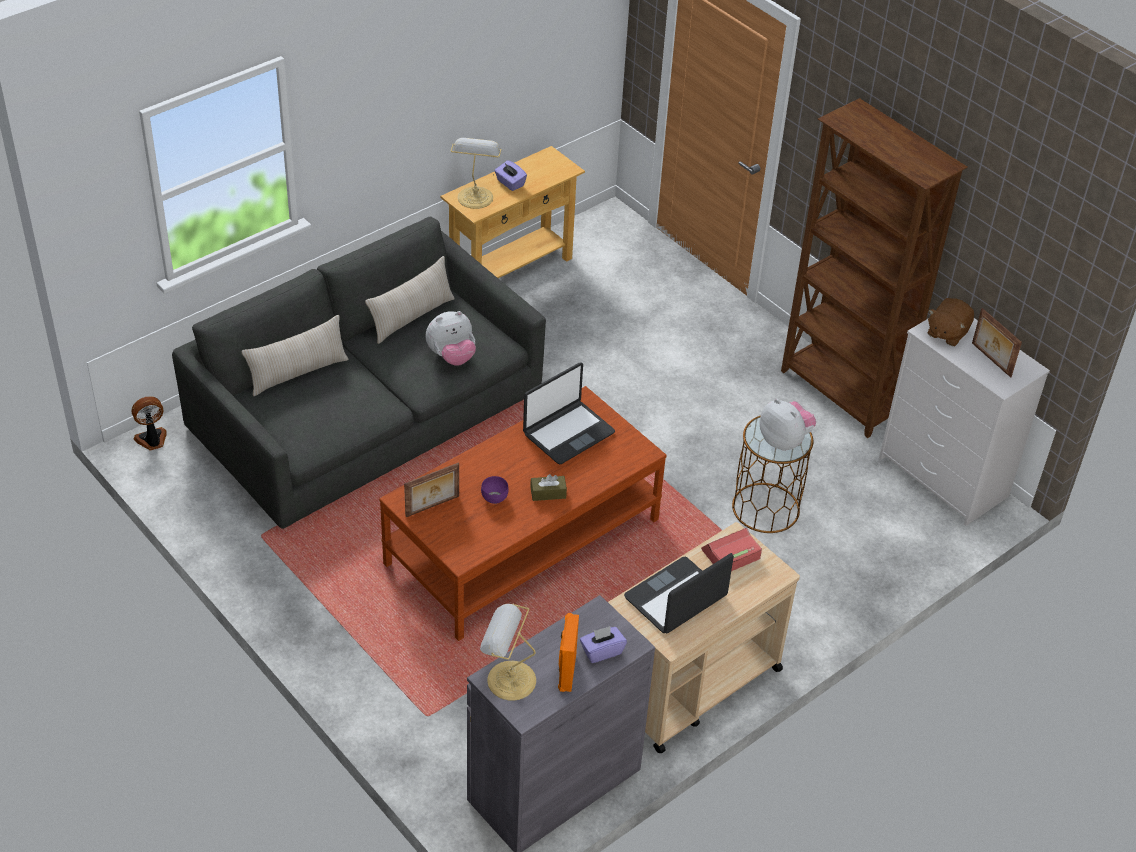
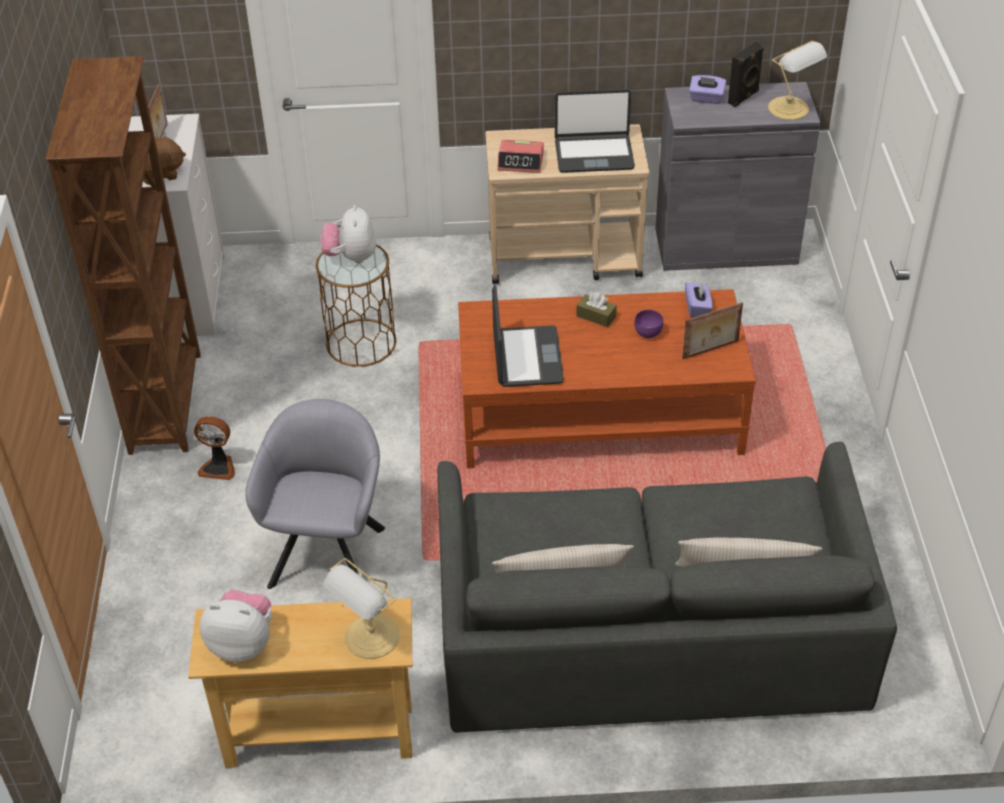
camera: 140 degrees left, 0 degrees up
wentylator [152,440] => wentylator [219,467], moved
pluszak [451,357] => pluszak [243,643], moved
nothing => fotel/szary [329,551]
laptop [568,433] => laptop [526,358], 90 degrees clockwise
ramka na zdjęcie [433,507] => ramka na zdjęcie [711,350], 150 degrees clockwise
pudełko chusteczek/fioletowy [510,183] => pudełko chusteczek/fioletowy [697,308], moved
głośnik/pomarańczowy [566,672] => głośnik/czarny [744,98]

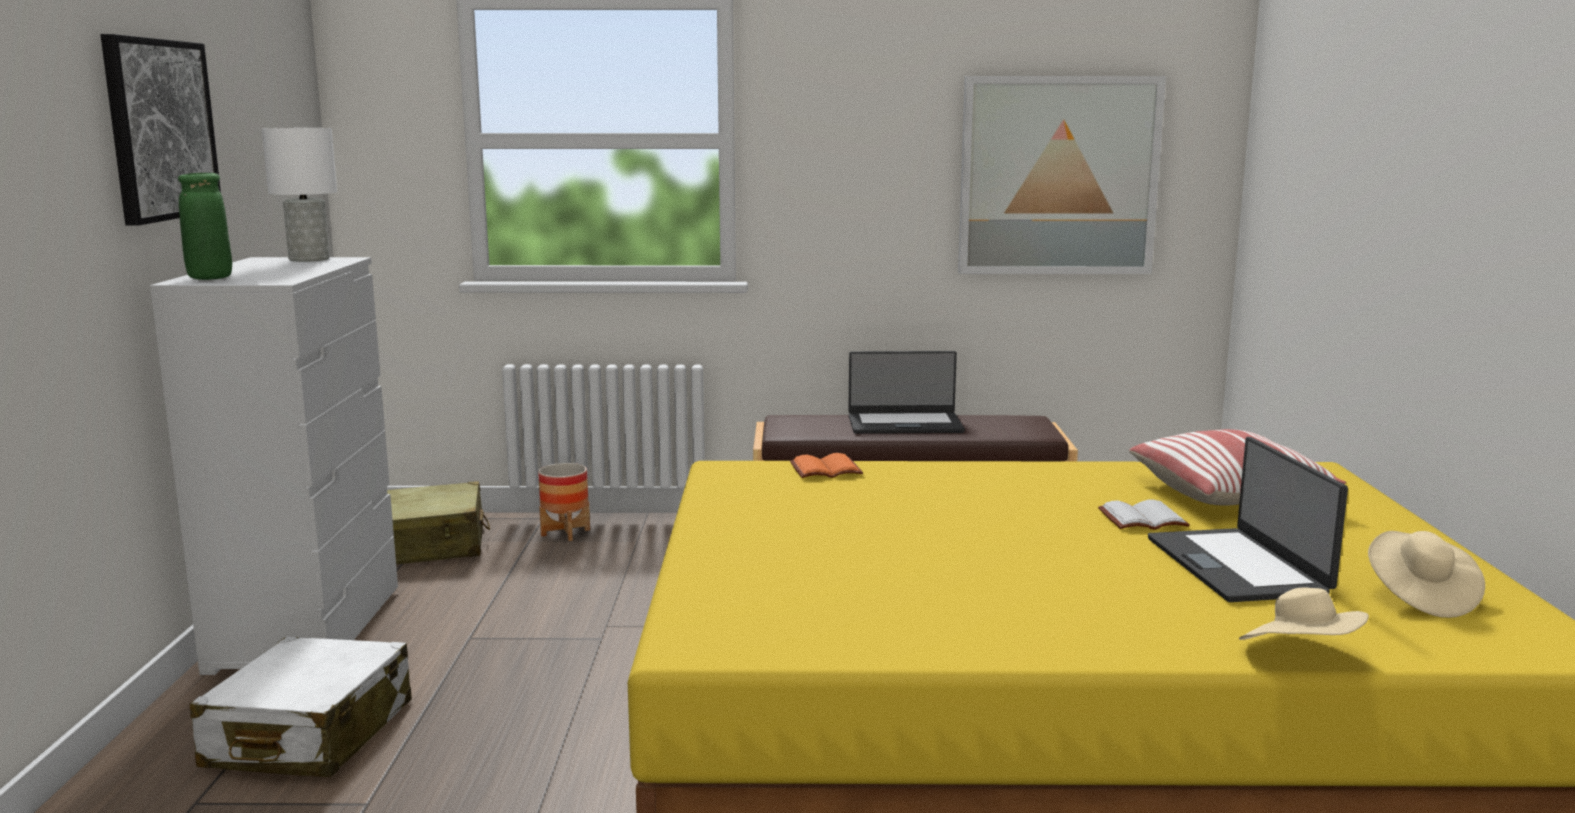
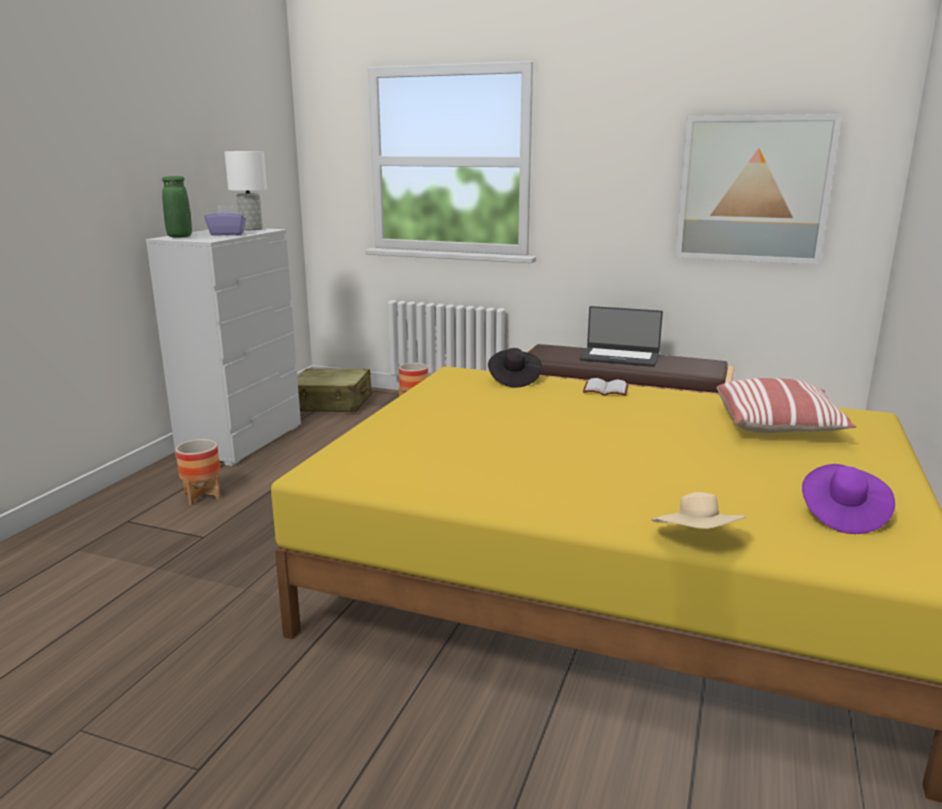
camera: 20 degrees right, 5 degrees up
walizka/biały [309,735] => donica [202,496]
nothing => pudełko chusteczek/fioletowy [227,234]
książka/pomarańczowy [825,470] => kapelusz/czarny [513,380]
książka/biały [1143,518] => książka/biały [606,389], moved
kapelusz/beżowy [1419,597] => kapelusz/fioletowy [842,516]
obraz [160,129] => nothing
laptop [1238,566] => nothing

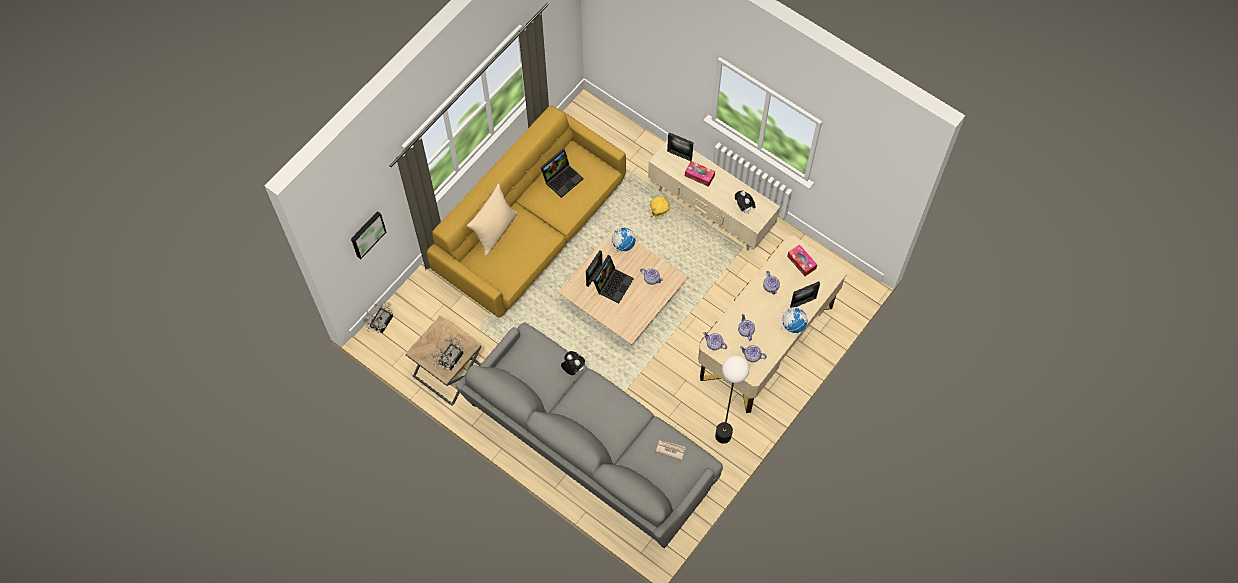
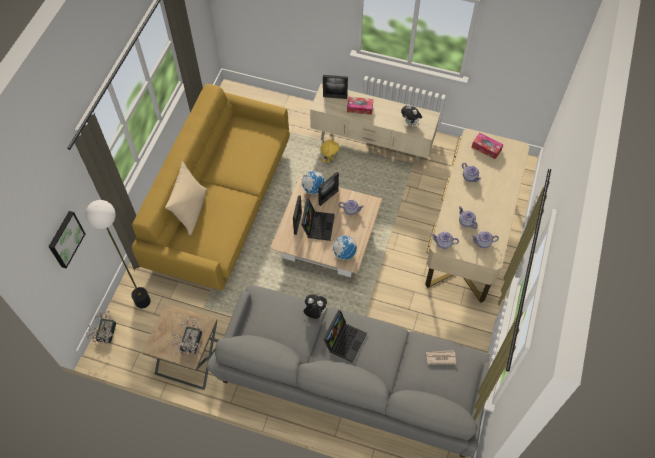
camera: 20 degrees left, 5 degrees down
lampa stojąca [723,435] => lampa stojąca [142,301], moved
ramka na zdjęcie [803,302] => ramka na zdjęcie [328,197], moved
laptop [562,178] => laptop [344,340], moved
globus [793,325] => globus [344,253], moved

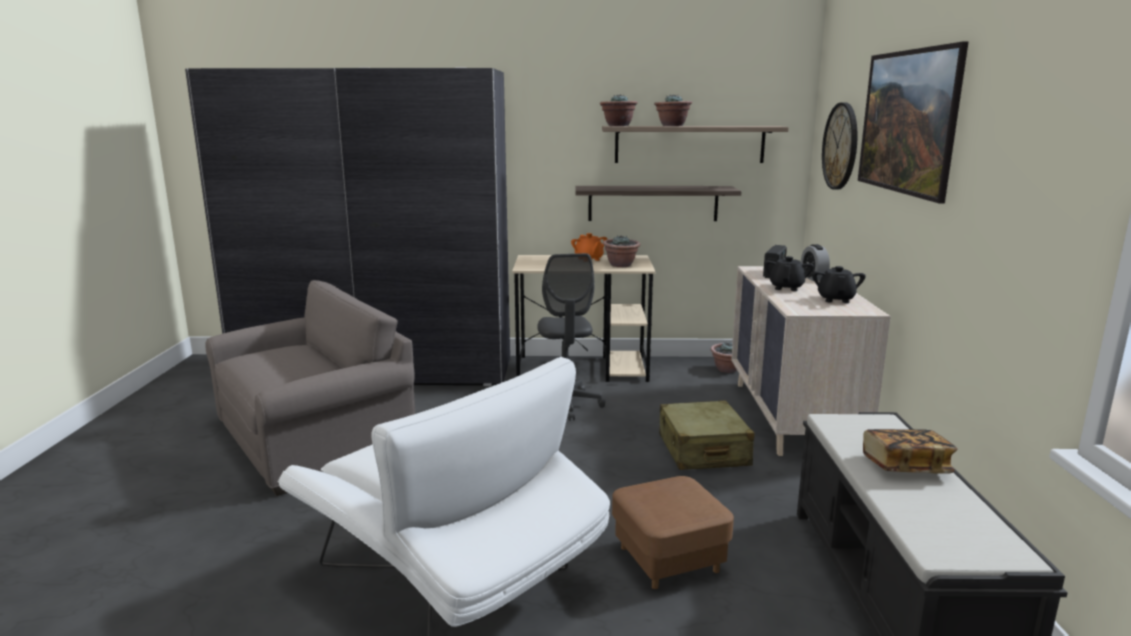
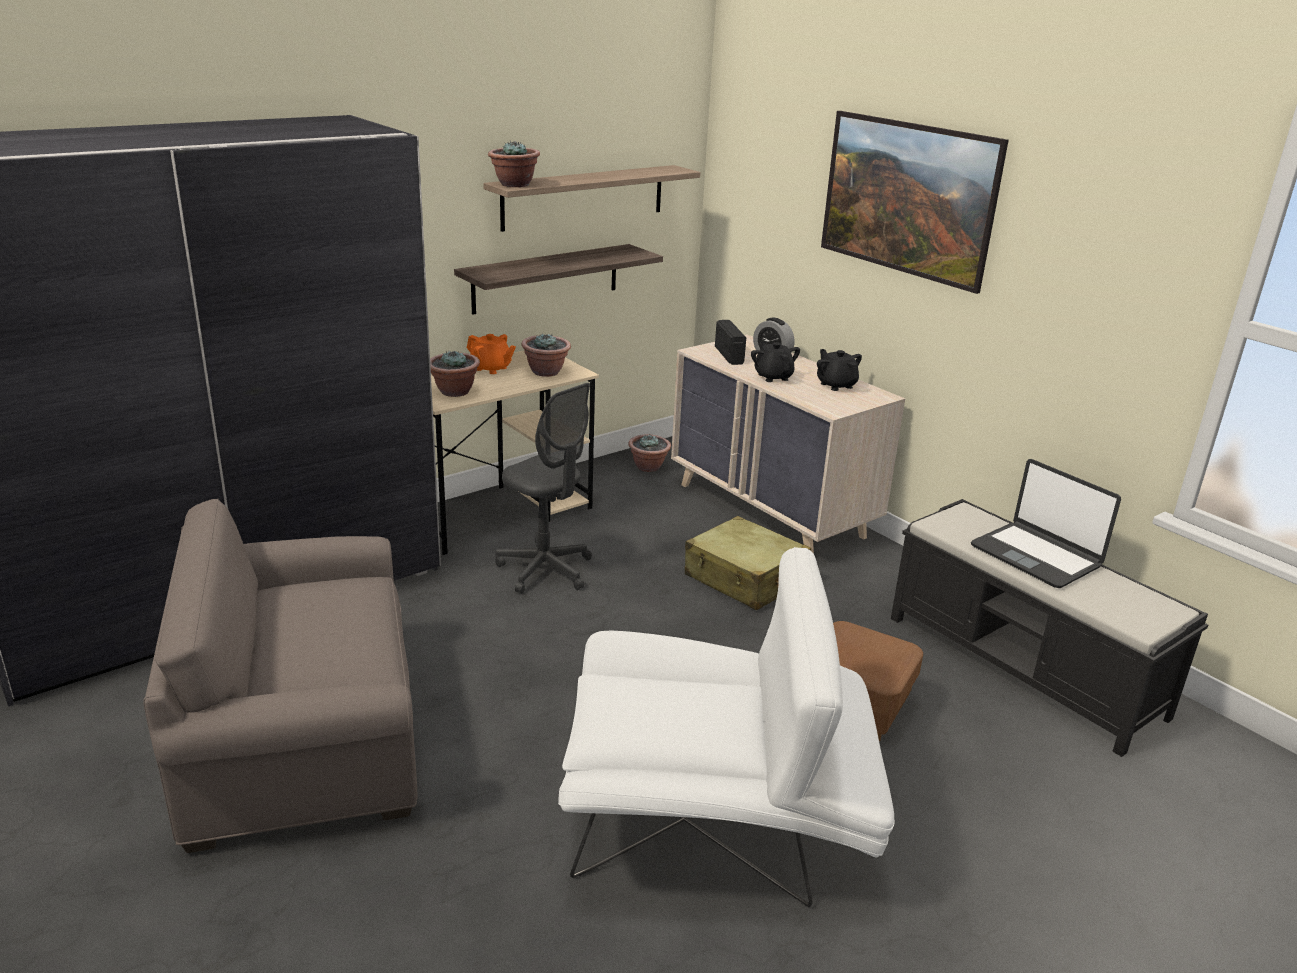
camera: 40 degrees left, 10 degrees up
fotel/szary [313,439] => fotel/szary [303,736], 120 degrees counterclockwise
roślina doniczkowa [672,126] => roślina doniczkowa [454,392], moved
książka [905,467] => laptop [1036,556]
zegar ścienny [841,146] => nothing

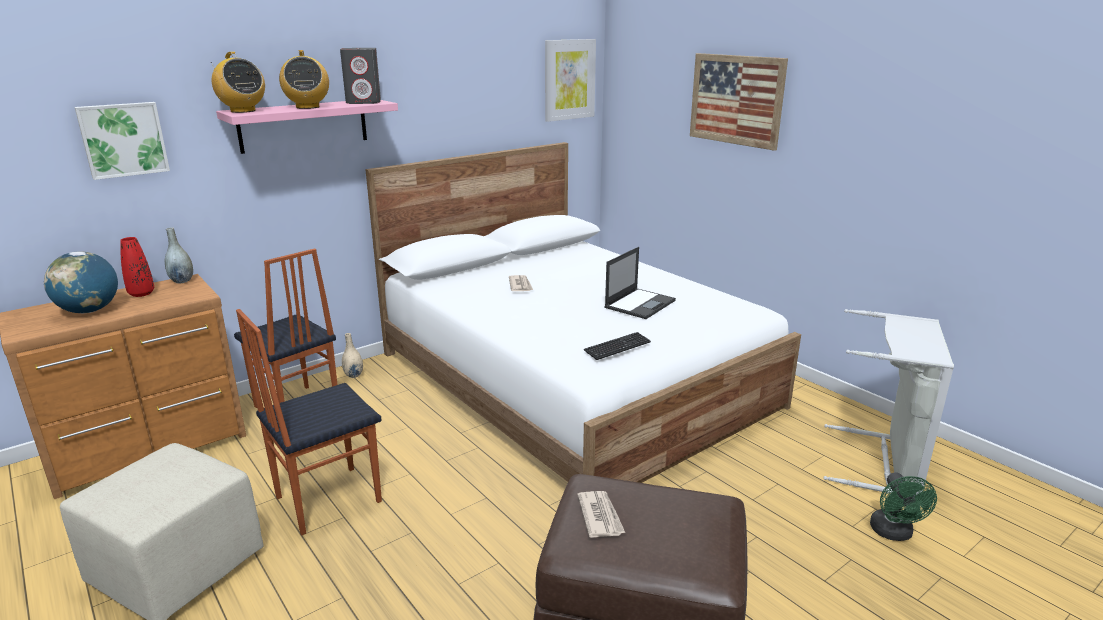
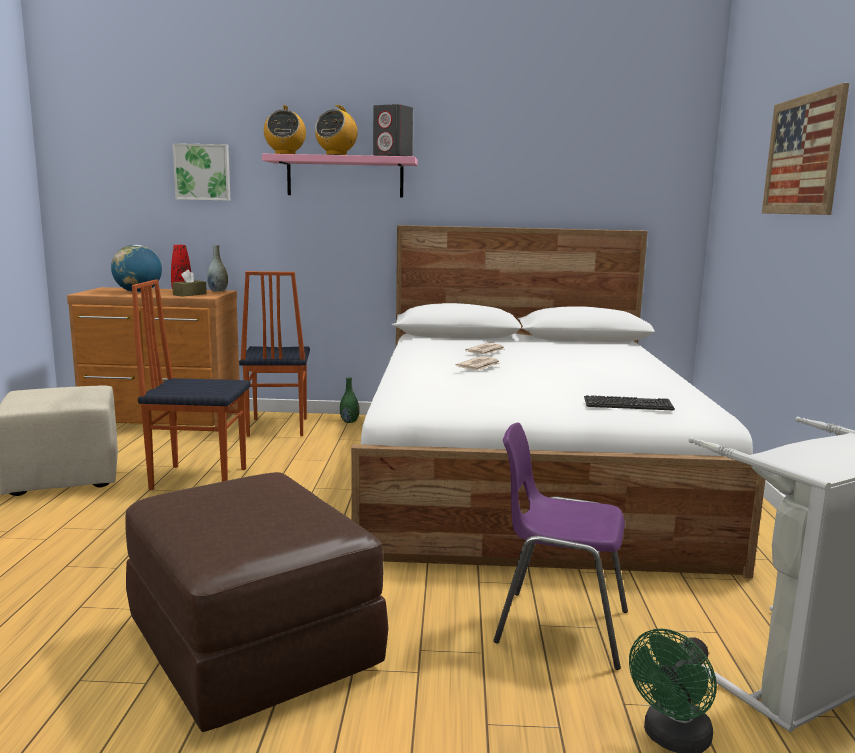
camera: 40 degrees right, 10 degrees down
nothing => pudełko chusteczek/brązowy [189,294]
wazon/beżowy [353,375] => wazon/zielony [349,421]
gazeta [600,516] => gazeta [479,366], moved
nothing => krzesło/fioletowy [558,626]
klawiatura [617,347] => klawiatura [628,405], moved
obraz [569,79] => nothing
laptop [640,303] => nothing

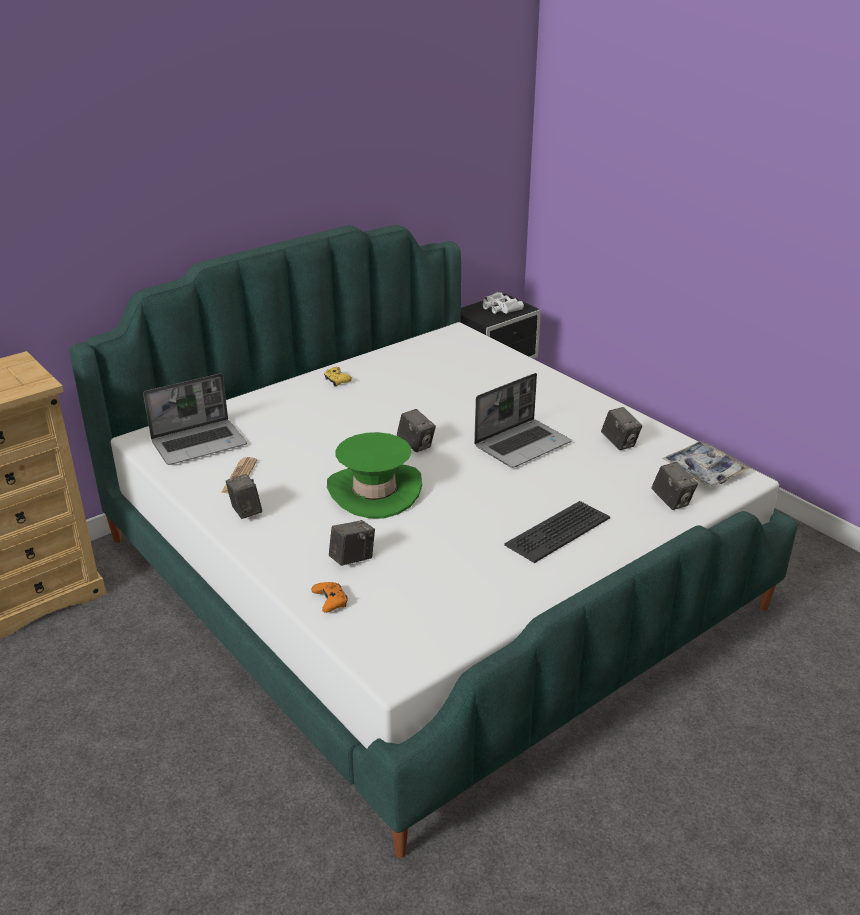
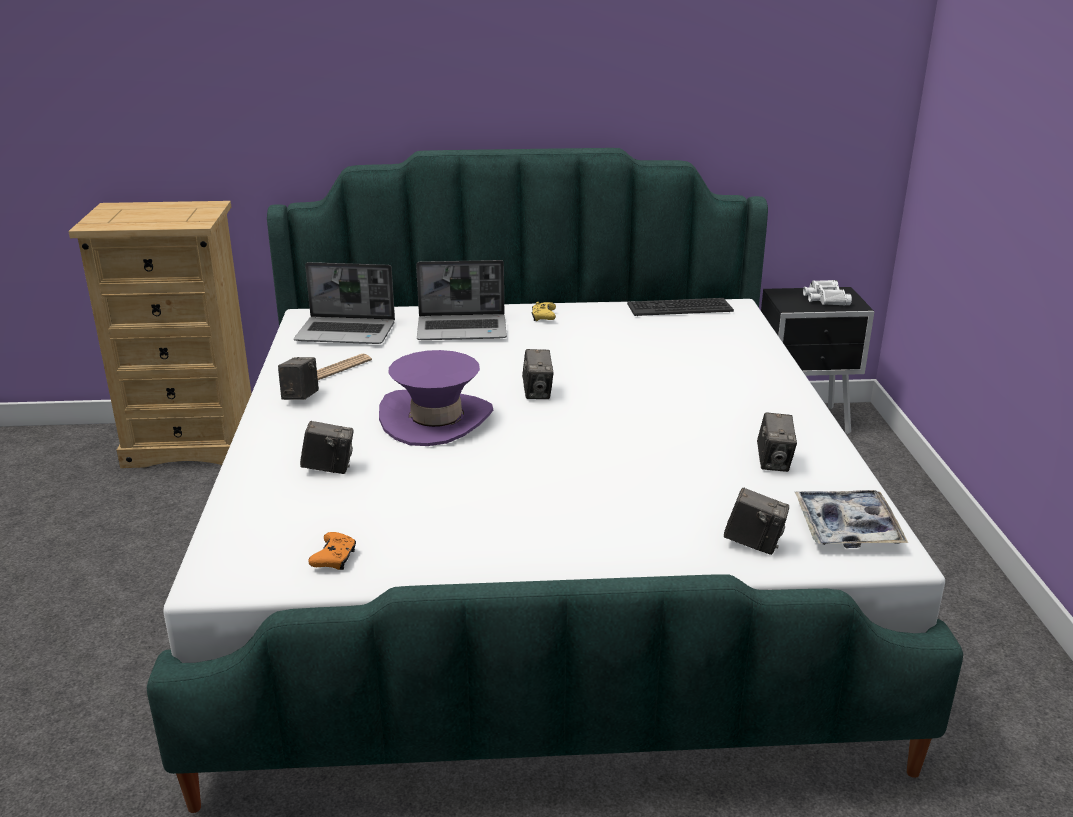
camera: 35 degrees right, 5 degrees down
pad do gier/pomarańczowy [330,602] => pad do gier/pomarańczowy [334,559], moved
kapelusz/zielony [374,491] => kapelusz/fioletowy [436,419]
laptop [522,444] => laptop [463,329], moved
klawiatura [557,531] => klawiatura [679,308], moved
aparat fotograficzny [672,501] => aparat fotograficzny [753,543], 75 degrees counterclockwise

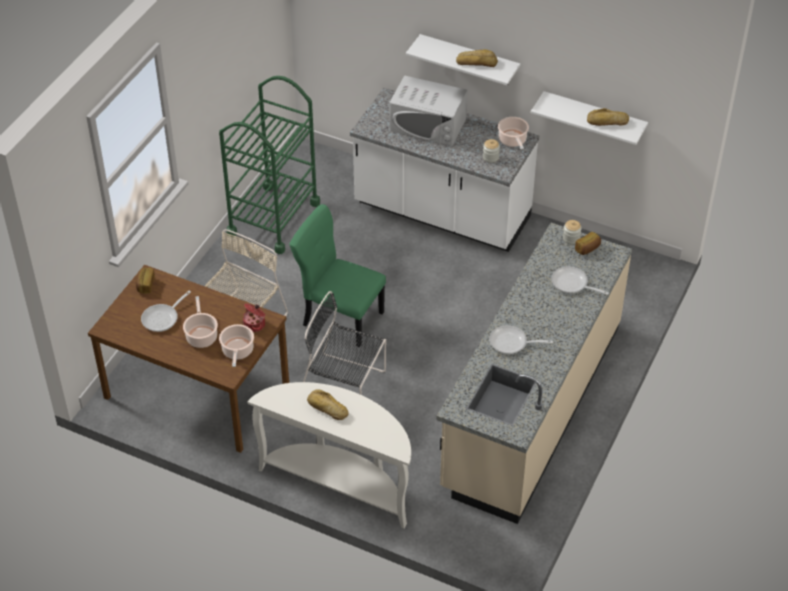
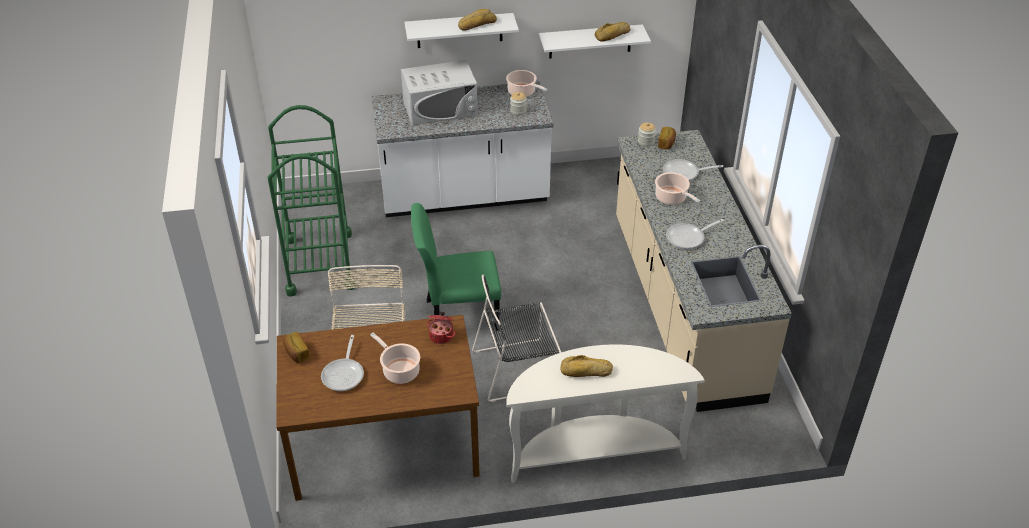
camera: 35 degrees left, 5 degrees down
garnek [237,351] => garnek [672,198], moved

